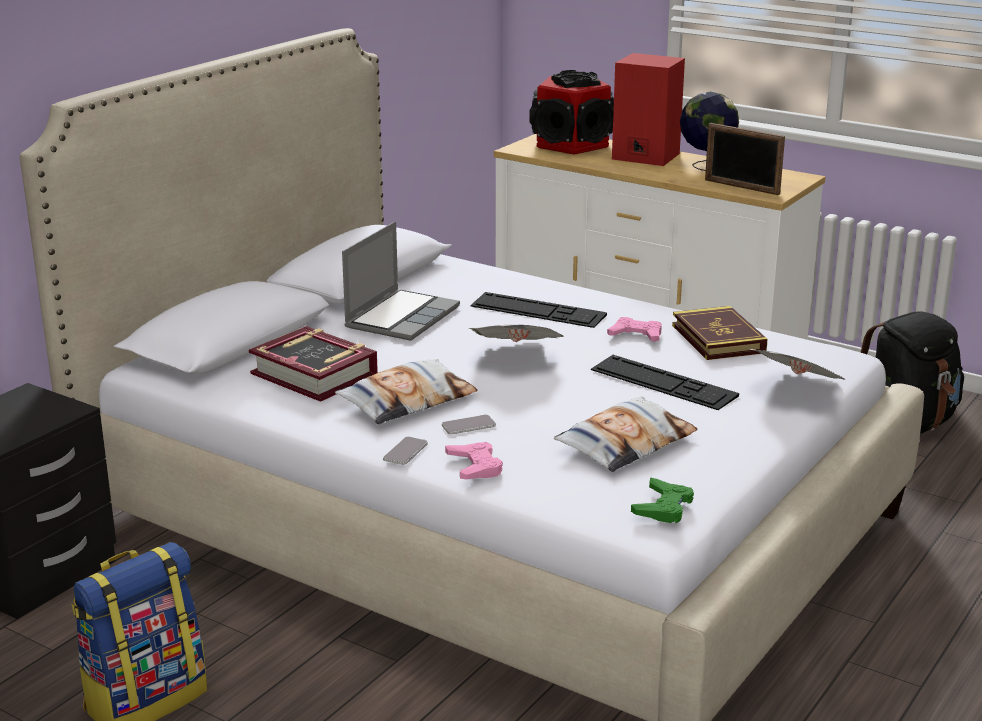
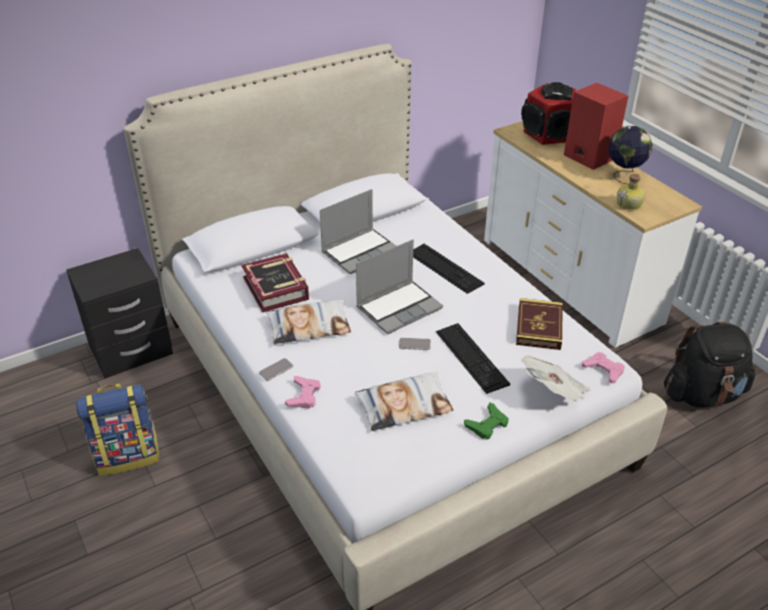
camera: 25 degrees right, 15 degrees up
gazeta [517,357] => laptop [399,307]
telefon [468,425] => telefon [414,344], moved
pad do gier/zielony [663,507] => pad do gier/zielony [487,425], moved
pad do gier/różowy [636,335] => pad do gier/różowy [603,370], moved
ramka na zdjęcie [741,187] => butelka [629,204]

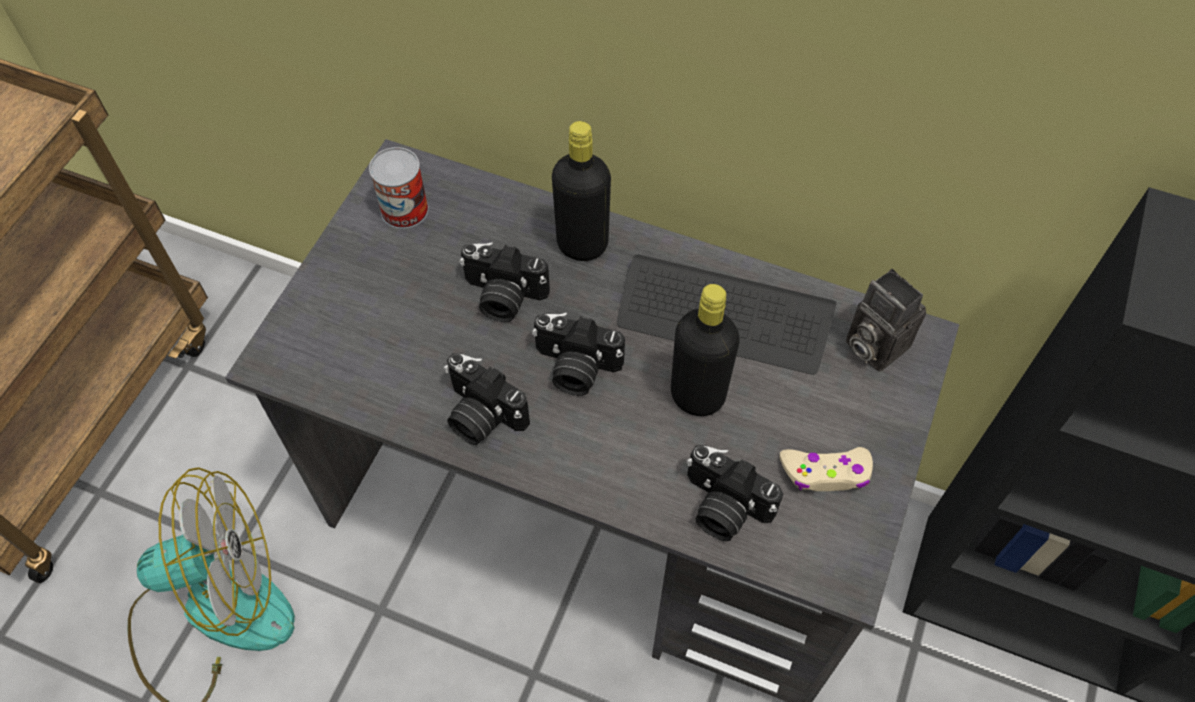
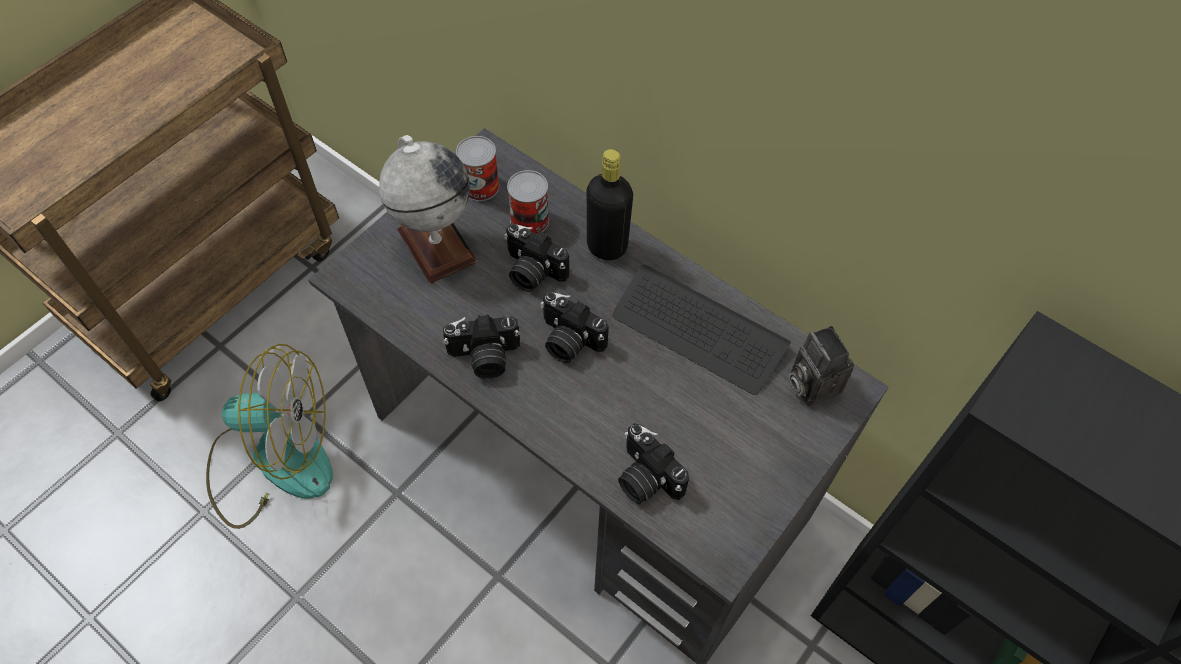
camera: 15 degrees right, 0 degrees up
nothing => globus [436,245]
aparat fotograficzny [480,415] => aparat fotograficzny [484,357], 60 degrees counterclockwise
nothing => puszka [529,220]
butelka/czarny [697,395] => nothing
pad do gier/beżowy [826,473] => nothing

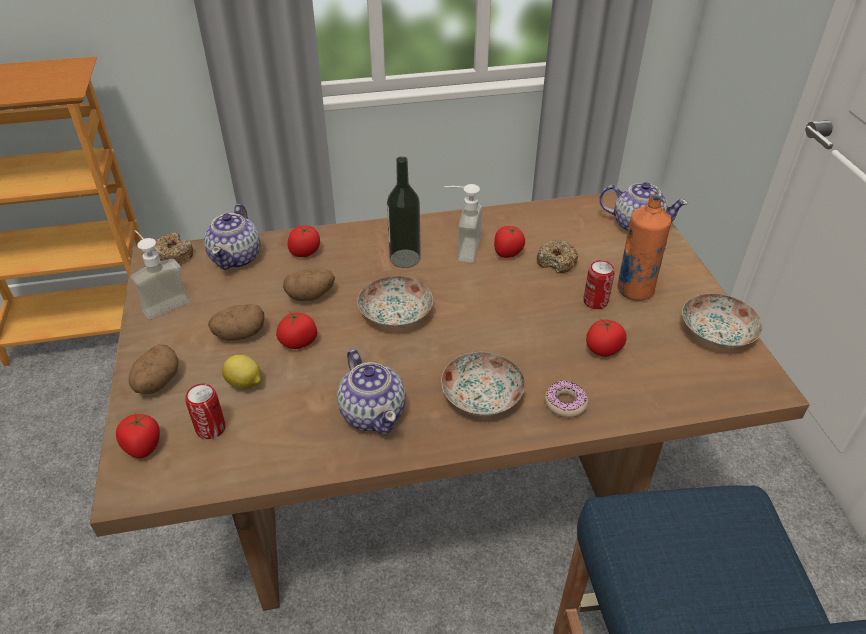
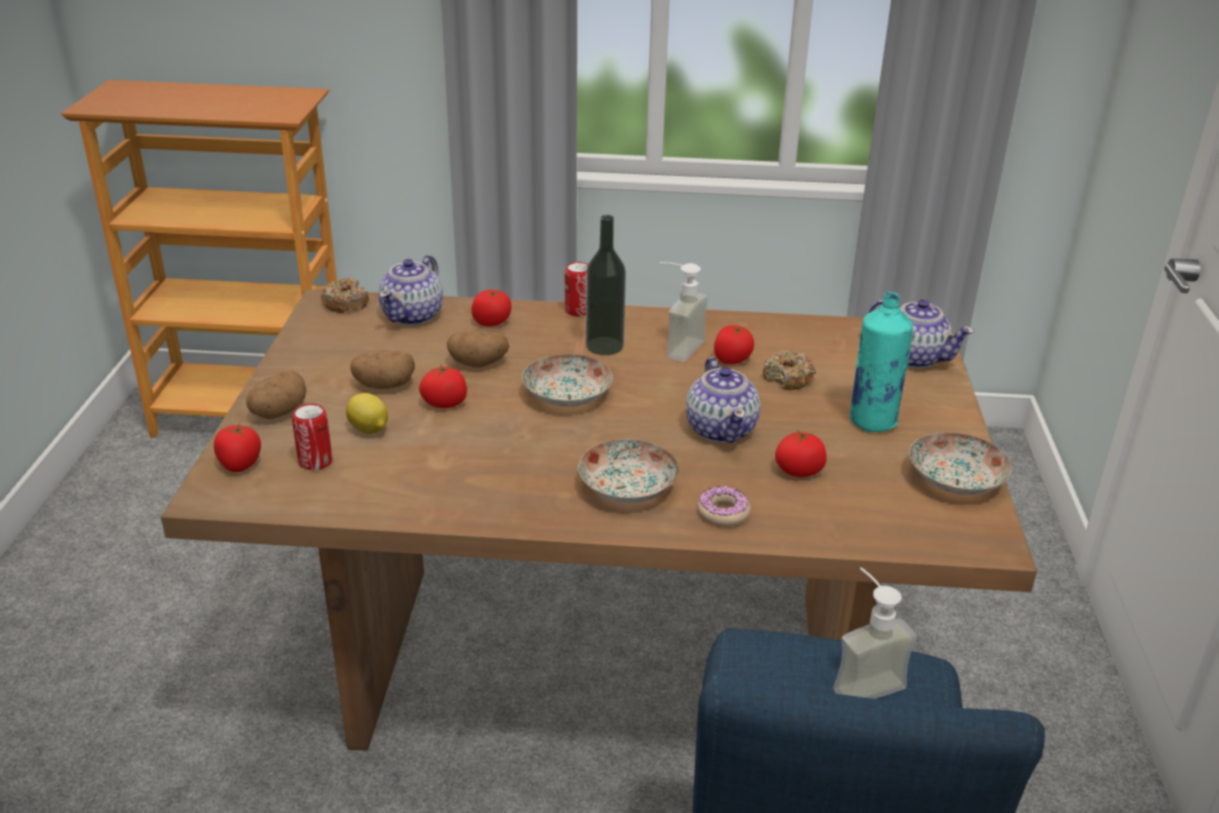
camera: 15 degrees right, 10 degrees down
puszka [595,302] => puszka [578,311], moved
imbryk [373,413] => imbryk [721,429], moved
dozownik mydła [163,302] => dozownik mydła [861,679], moved
butelka/pomarańczowy [634,290] => butelka/turkusowy [872,421]

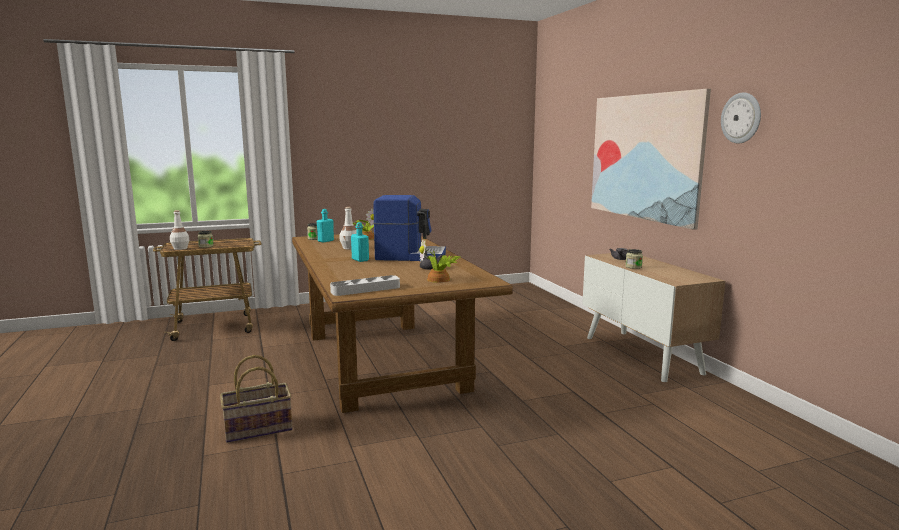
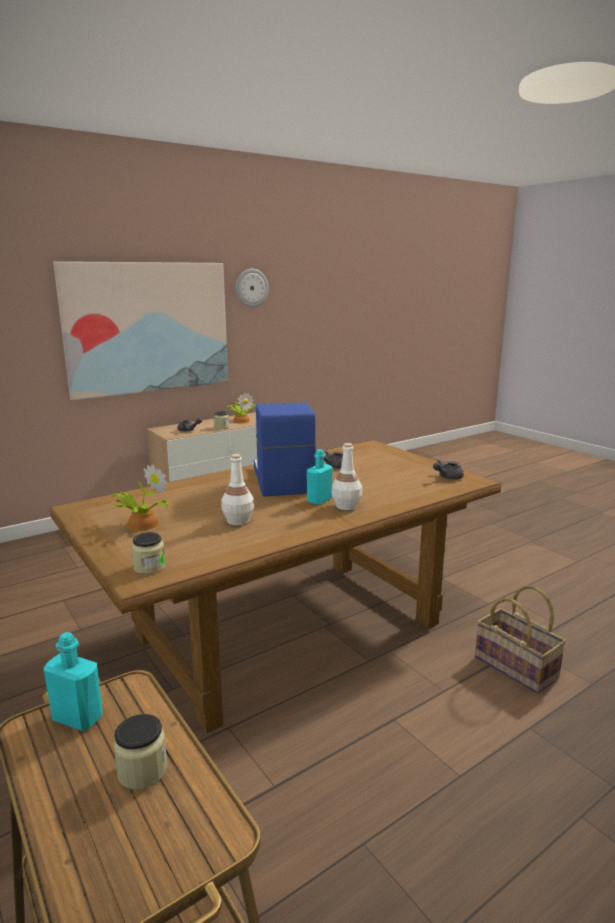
camera: 105 degrees left, 5 degrees up
butelka/turkusowy [325,241] => butelka/turkusowy [78,718], moved
roślina doniczkowa [440,279] => roślina doniczkowa [241,421], moved
butelka/biały [180,248] => butelka/biały [346,506], moved
taca/szary [365,289] => imbryk/szary [447,477]

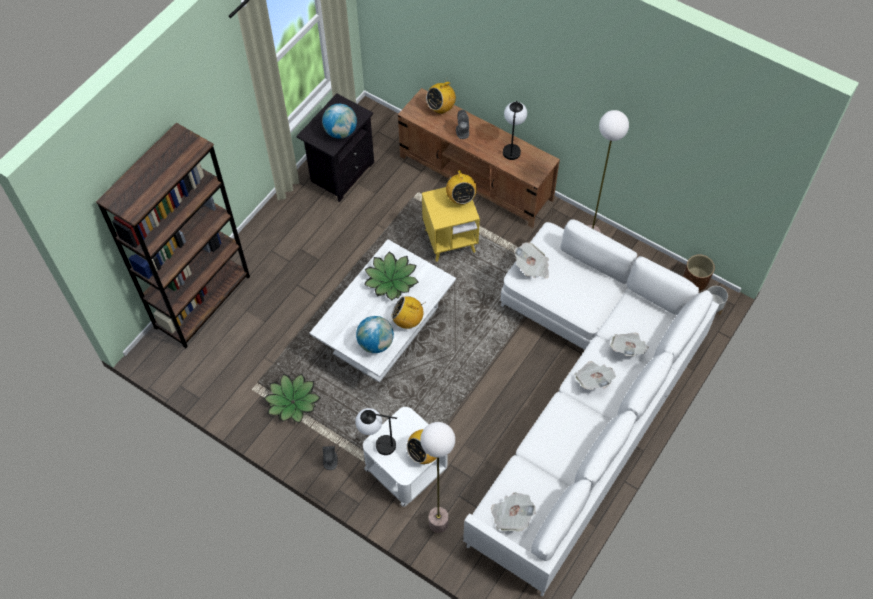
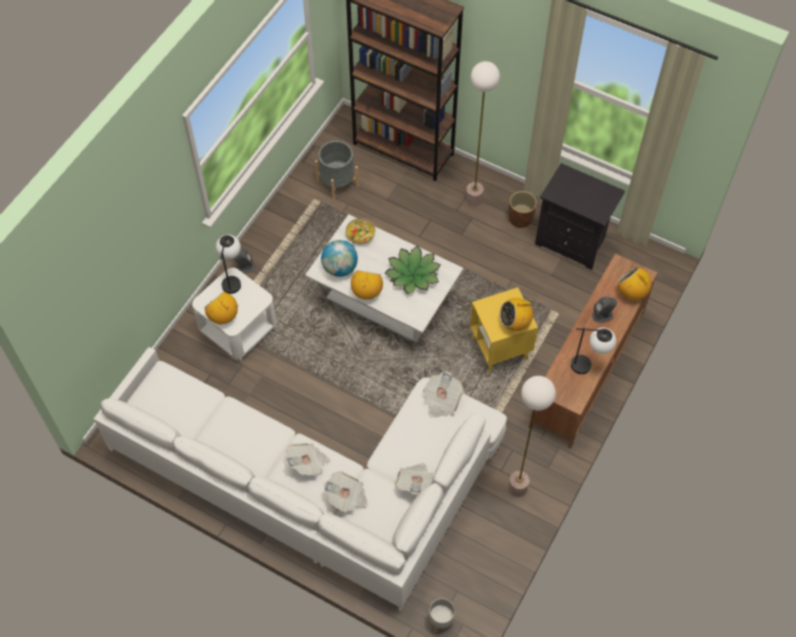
camera: 85 degrees right, 0 degrees up
nothing => donica/szary [337,183]
nothing => miska [360,235]
gazeta [511,516] => gazeta [416,482], moved
lampa stojąca [438,523] => lampa stojąca [474,199], moved
donica/brązowy [695,281] => donica/brązowy [520,218], moved
roślina doniczkowa [293,402] => nothing
globus [341,132] => nothing

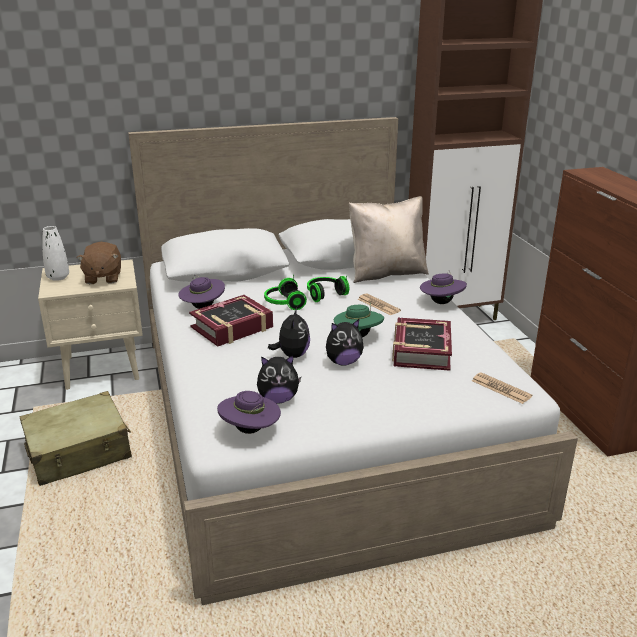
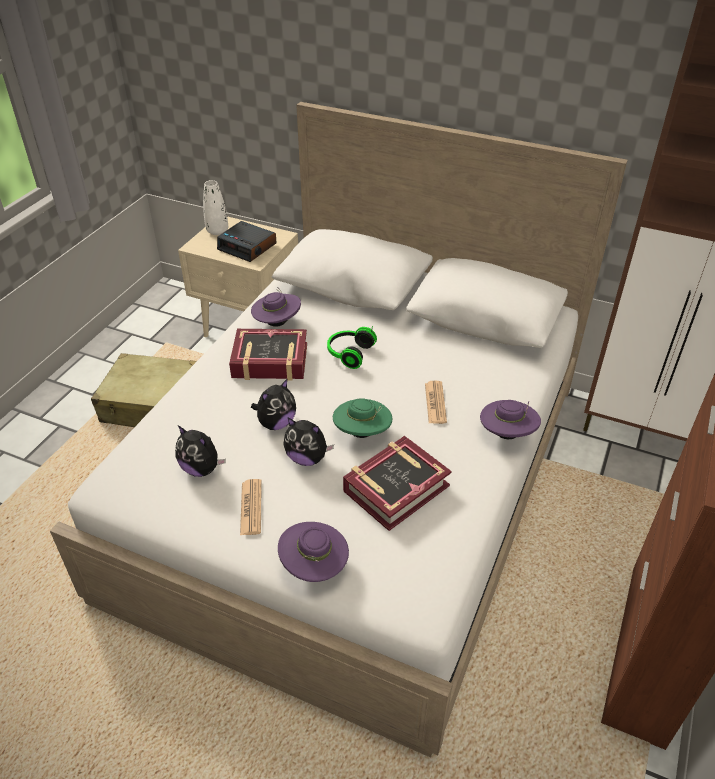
camera: 40 degrees right, 15 degrees up
pluszak/brązowy [103,278] => budzik [248,247]
gazeta [501,389] => gazeta [251,507], moved
kapelusz/fioletowy [250,430] => kapelusz/fioletowy [314,566], moved
słuchawki [324,294] => nothing
poduszka/beżowy [386,273] => nothing

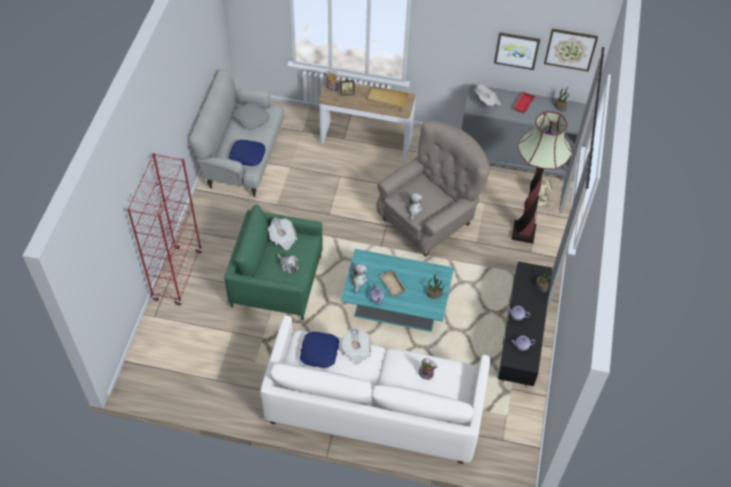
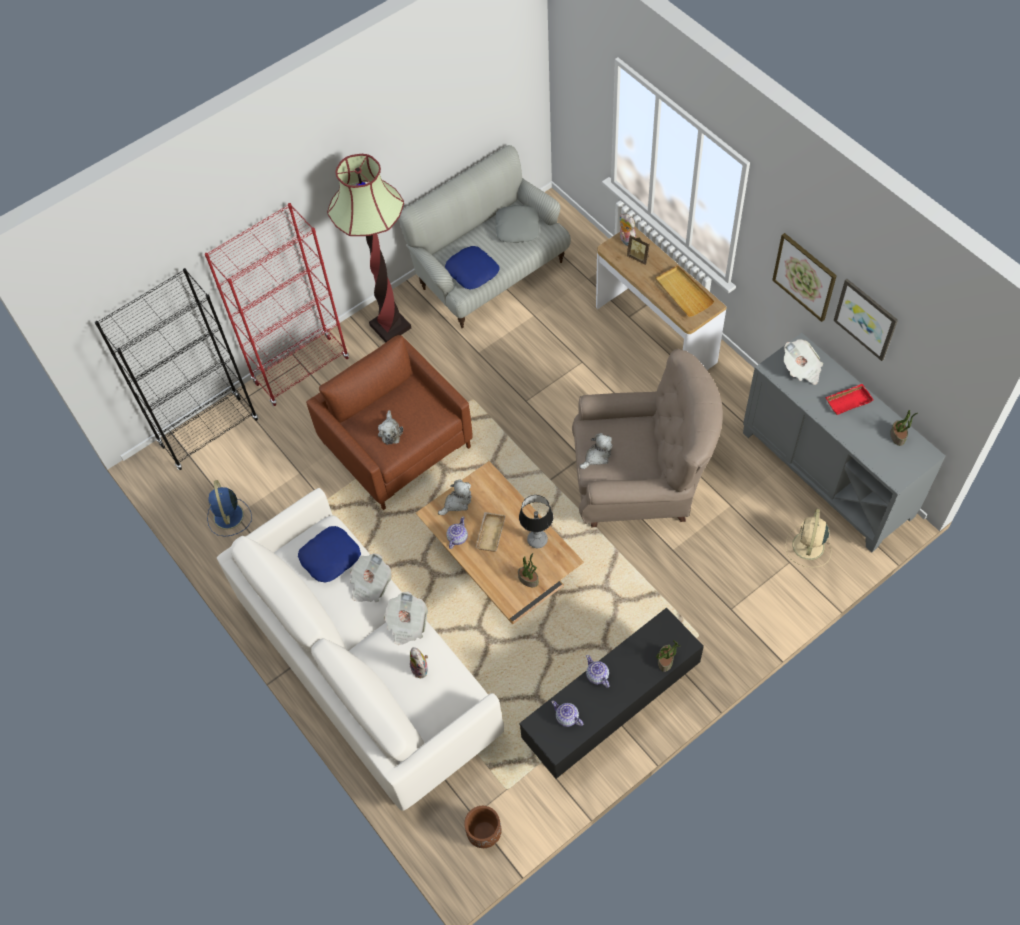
camera: 45 degrees right, 5 degrees up
nothing => regał/czarny [209,432]
nothing => wentylator/niebieski [229,517]
fotel/zielony [277,281] => fotel/brązowy [397,444]
lampa stojąca [523,232] => lampa stojąca [390,326], moved
gazeta [283,238] => gazeta [406,624], moved
ława/turkusowy [395,306] => ława/brązowy [500,563]
nothing => donica/brązowy [484,833]
nothing => lampa stołowa [537,540]
obraz [570,49] => obraz [804,276], moved

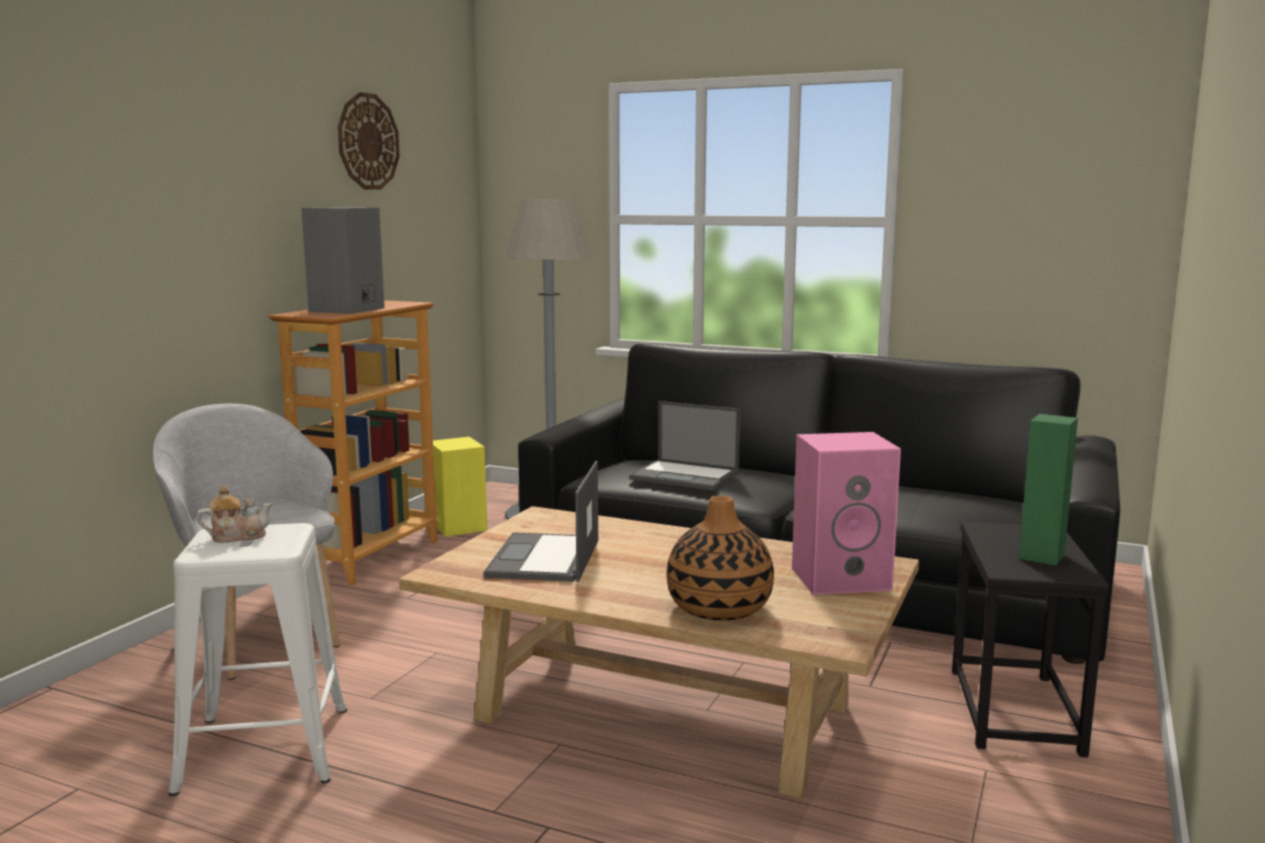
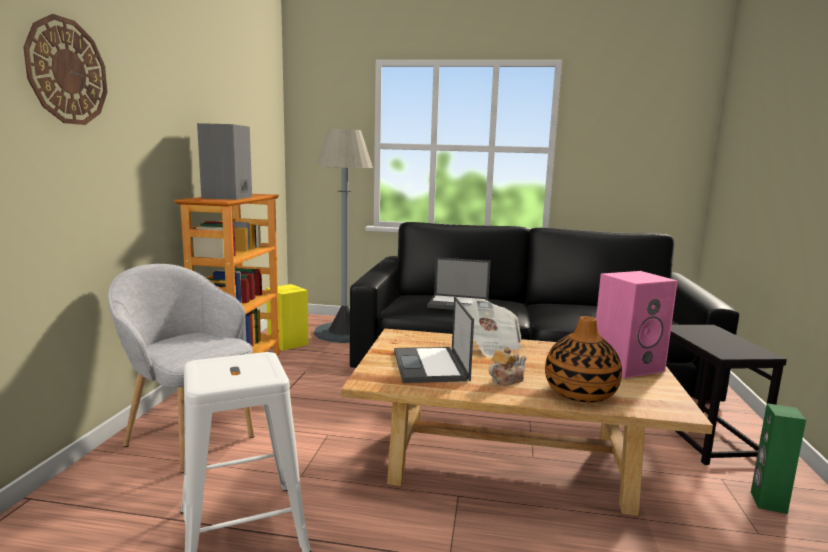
camera: 15 degrees left, 0 degrees up
zegar ścienny [368,141] => zegar ścienny [67,71], moved
nothing => gazeta [489,345]
imbryk [237,536] => imbryk [506,380], moved
głośnik/zielony [1041,556] => głośnik/zielony [767,502], moved

